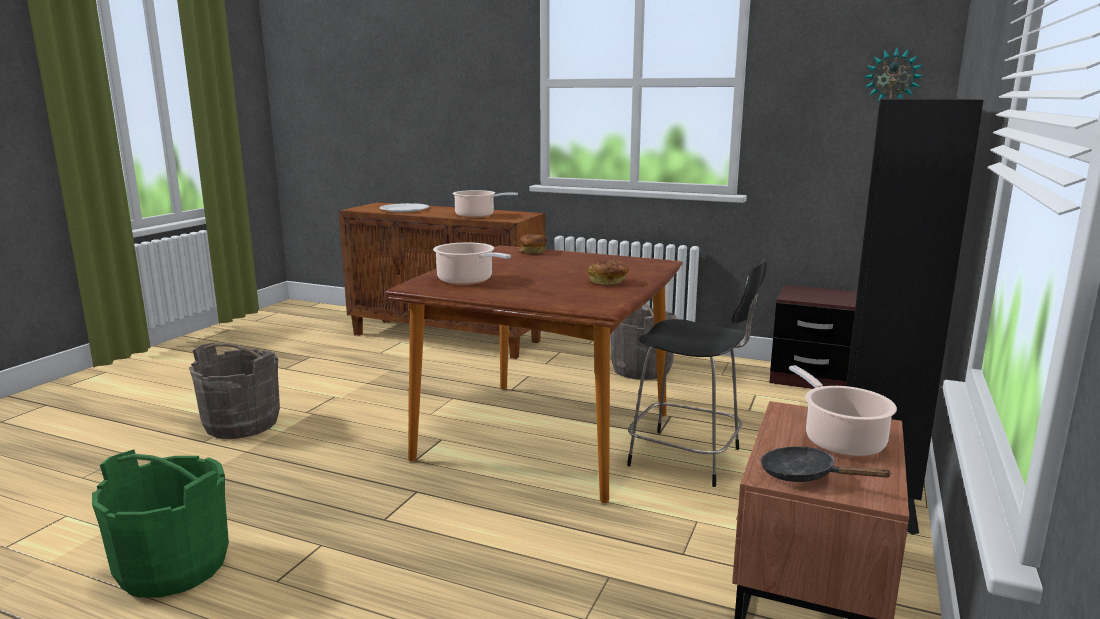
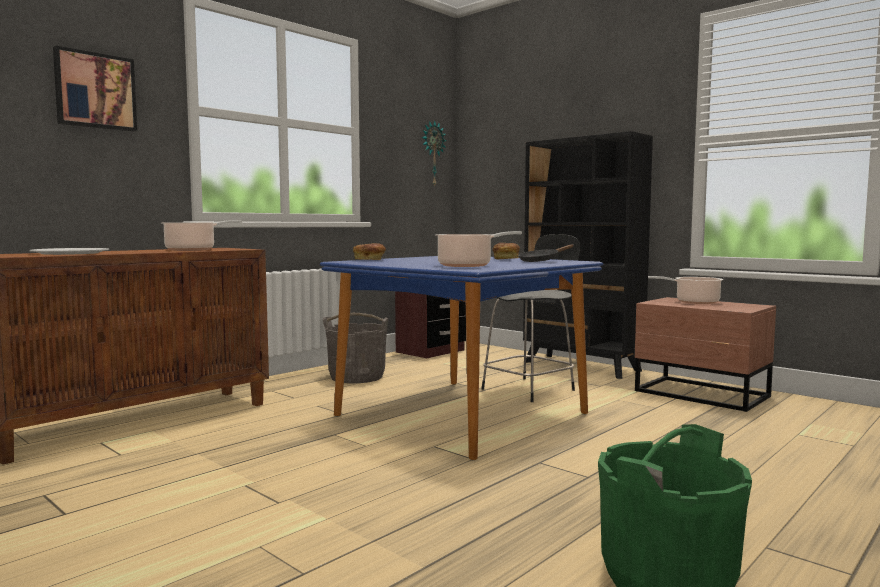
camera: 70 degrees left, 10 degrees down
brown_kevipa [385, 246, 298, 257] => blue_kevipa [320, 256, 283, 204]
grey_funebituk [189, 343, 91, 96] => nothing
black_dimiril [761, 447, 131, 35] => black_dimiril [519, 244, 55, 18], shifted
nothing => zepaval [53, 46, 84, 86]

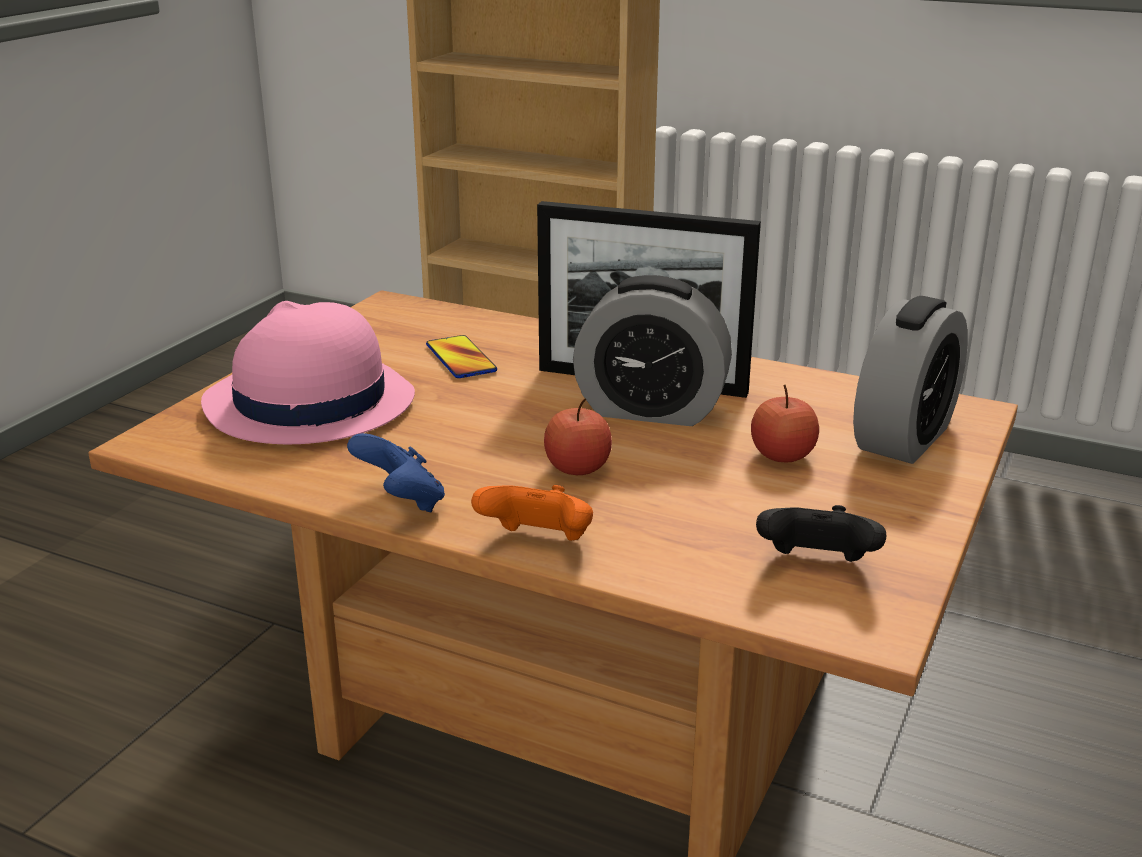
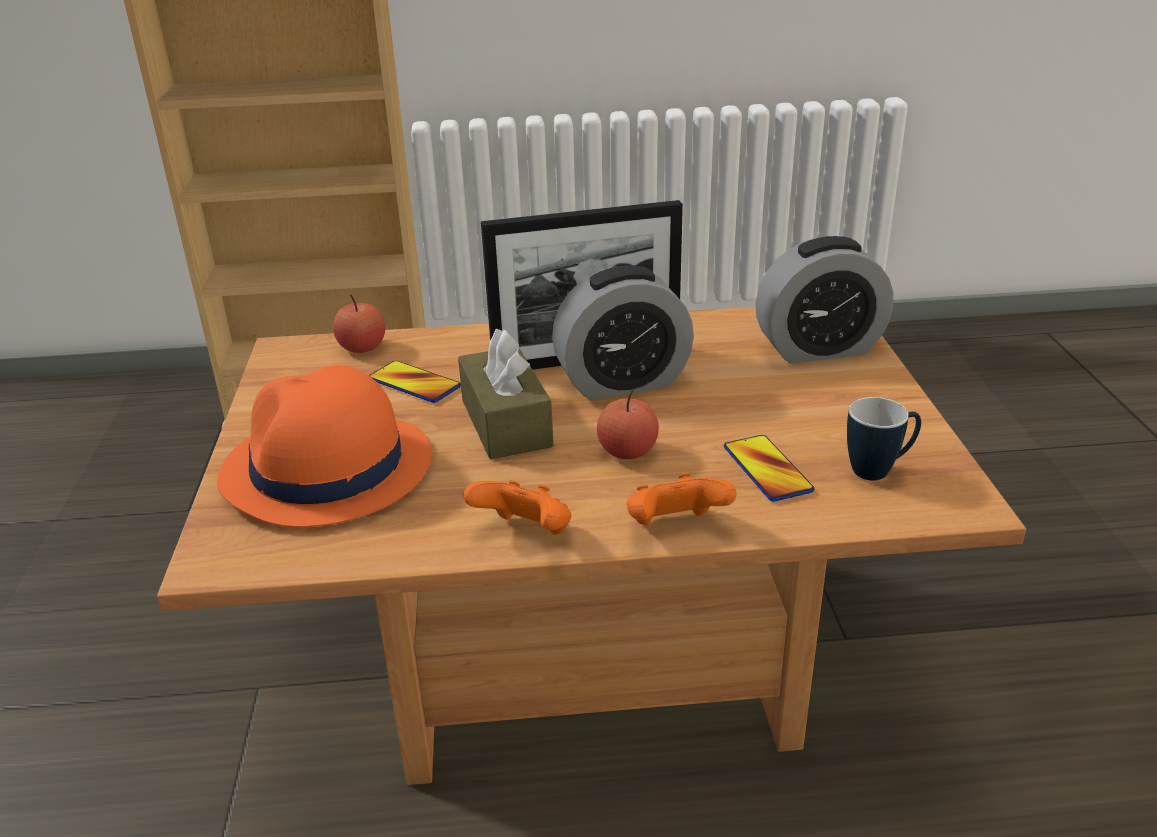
camera: 30 degrees left, 5 degrees up
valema [853, 296, 115, 168] => valema [755, 236, 138, 128], 75 degrees clockwise
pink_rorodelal [201, 301, 214, 143] => orange_rorodelal [217, 365, 215, 162]
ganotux [751, 385, 68, 78] => ganotux [333, 295, 52, 58], shifted
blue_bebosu [347, 433, 98, 79] => orange_bebosu [463, 480, 108, 54]
black_bebosu [756, 505, 130, 57] => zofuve [847, 397, 74, 84]
nothing => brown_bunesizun [458, 329, 96, 130]
nothing => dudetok [724, 435, 90, 67]

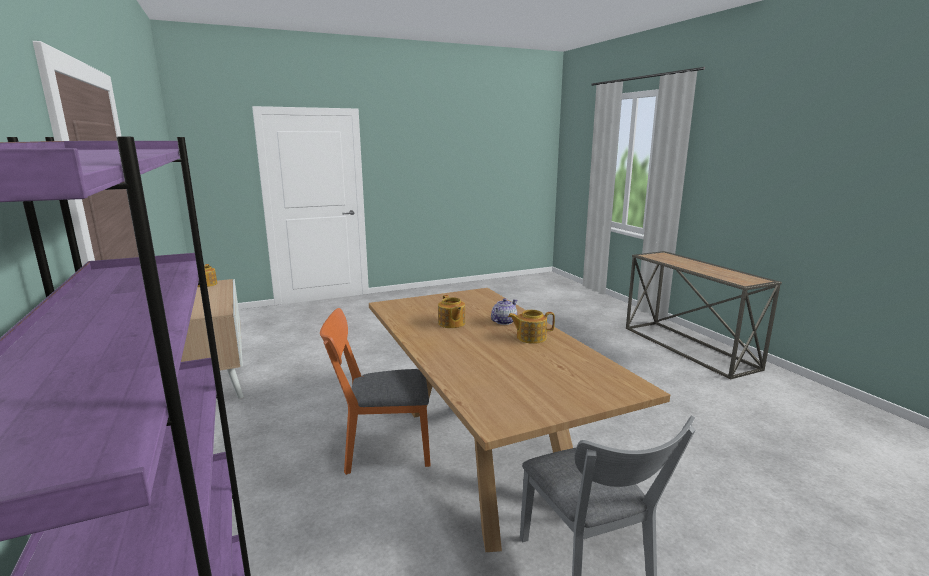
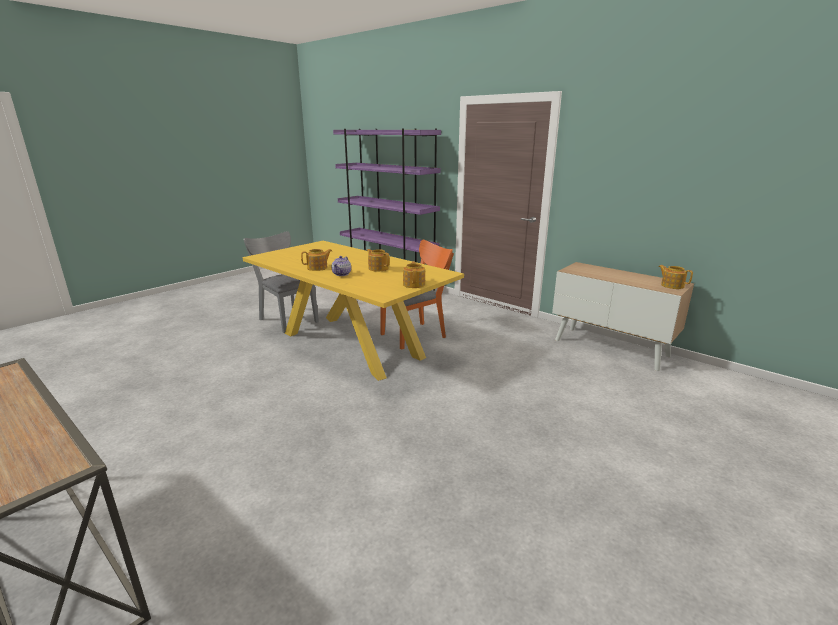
camera: 155 degrees right, 5 degrees up
brown_kevipa [369, 288, 301, 264] => yellow_kevipa [242, 241, 222, 140]
nothing => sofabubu [403, 261, 22, 27]

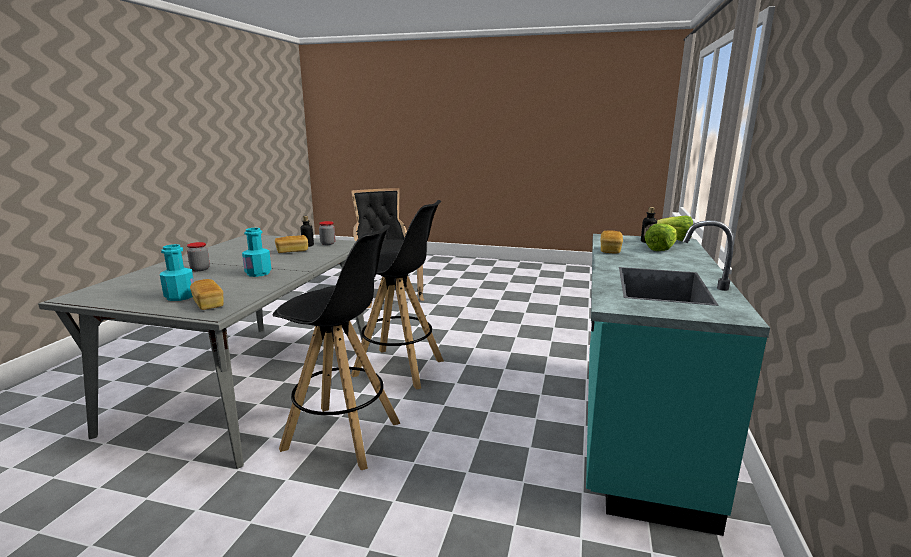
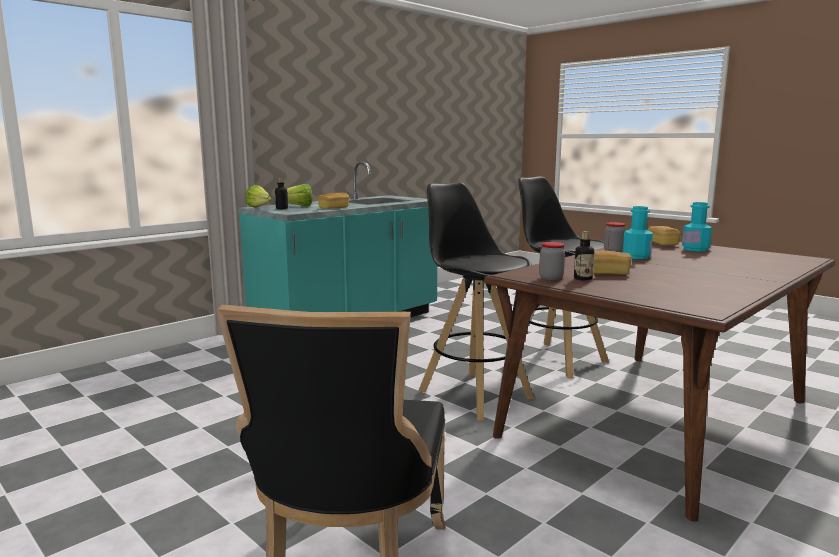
camera: 150 degrees left, 5 degrees down
grey_kevipa [38, 235, 327, 233] => brown_kevipa [484, 242, 352, 279]
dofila [187, 242, 23, 29] => dofila [604, 222, 22, 30], shifted

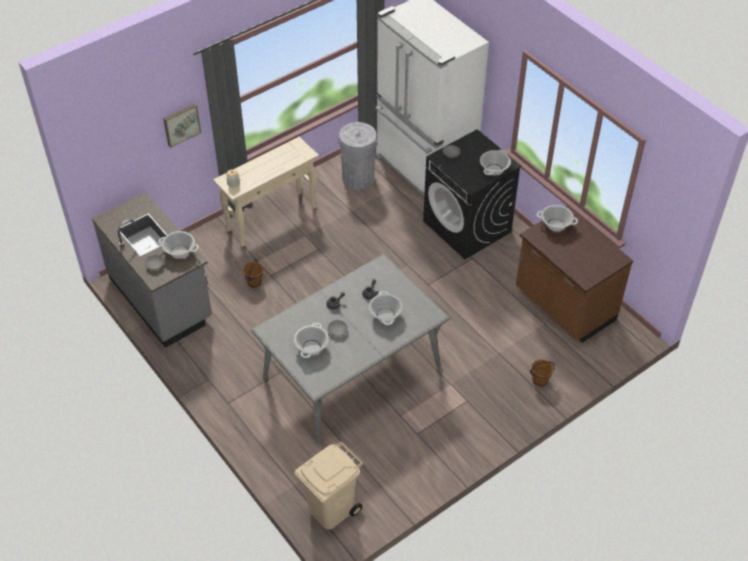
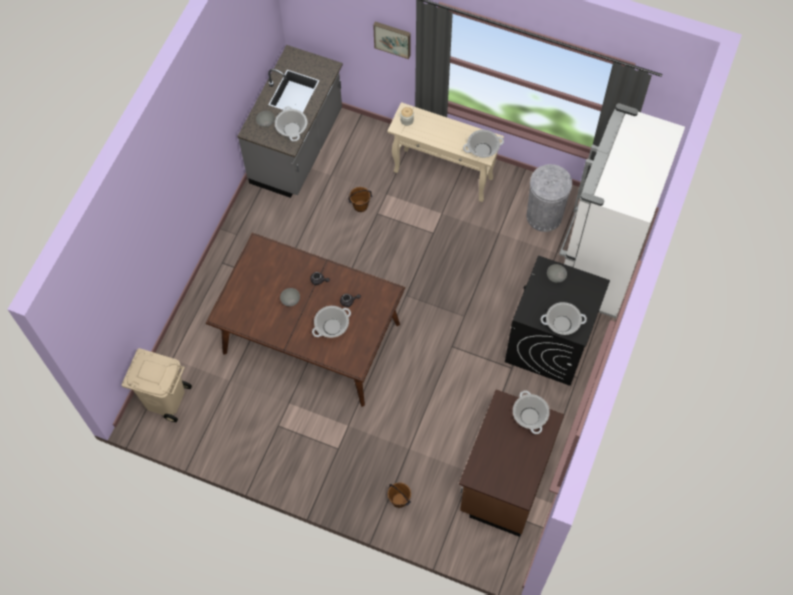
camera: 60 degrees right, 15 degrees up
grey_kevipa [251, 254, 199, 189] => brown_kevipa [206, 233, 199, 174]
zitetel [294, 323, 35, 35] => zitetel [463, 130, 41, 28], shifted

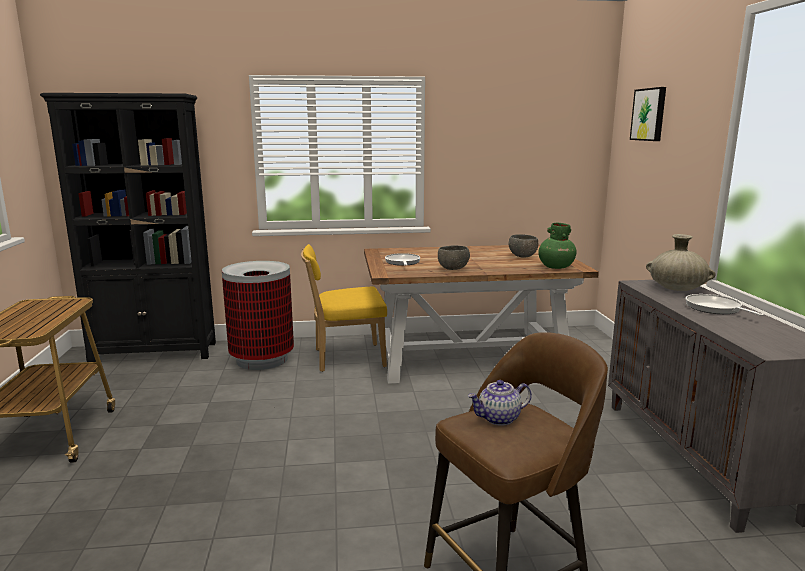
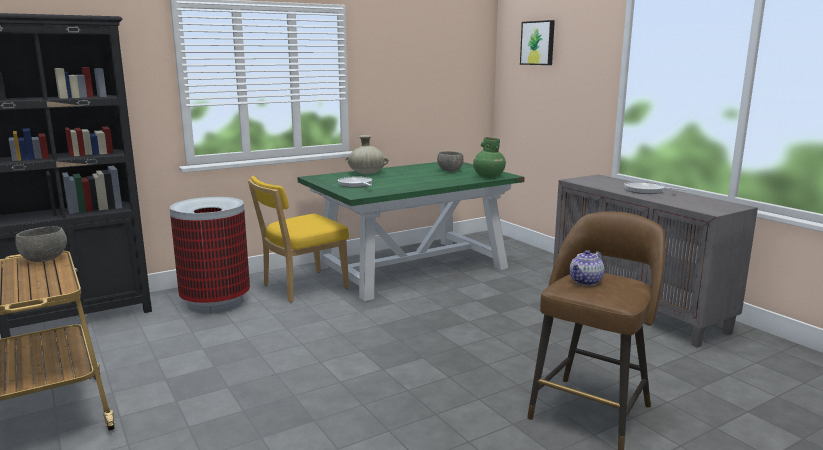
camera: 25 degrees left, 0 degrees up
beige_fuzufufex [646, 234, 70, 57] => beige_fuzufufex [345, 135, 44, 39], shifted
brown_kevipa [364, 244, 235, 140] => green_kevipa [297, 162, 228, 139]
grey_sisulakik [438, 245, 32, 25] => grey_sisulakik [15, 226, 52, 36], shifted

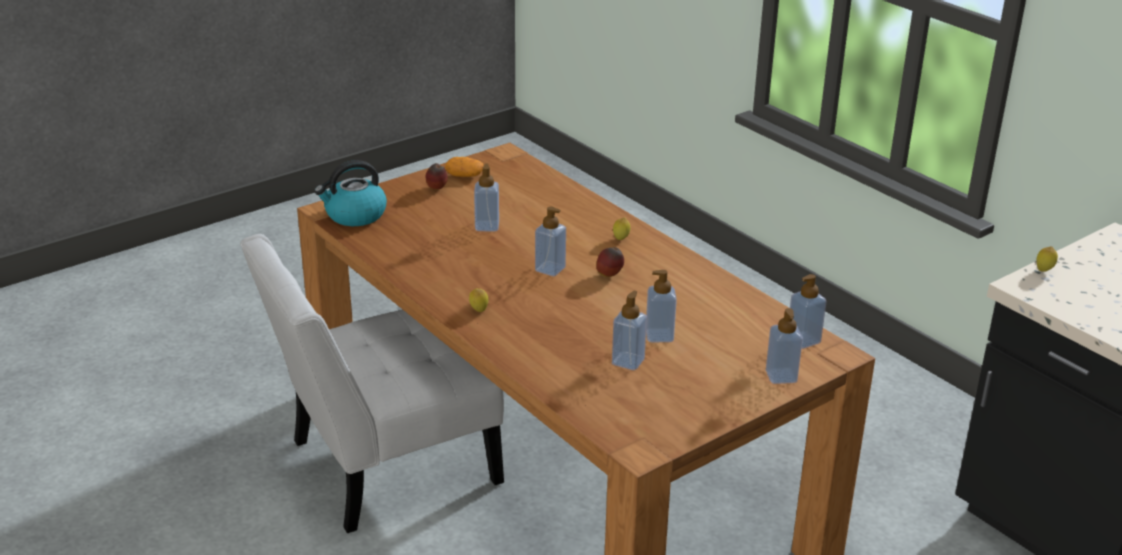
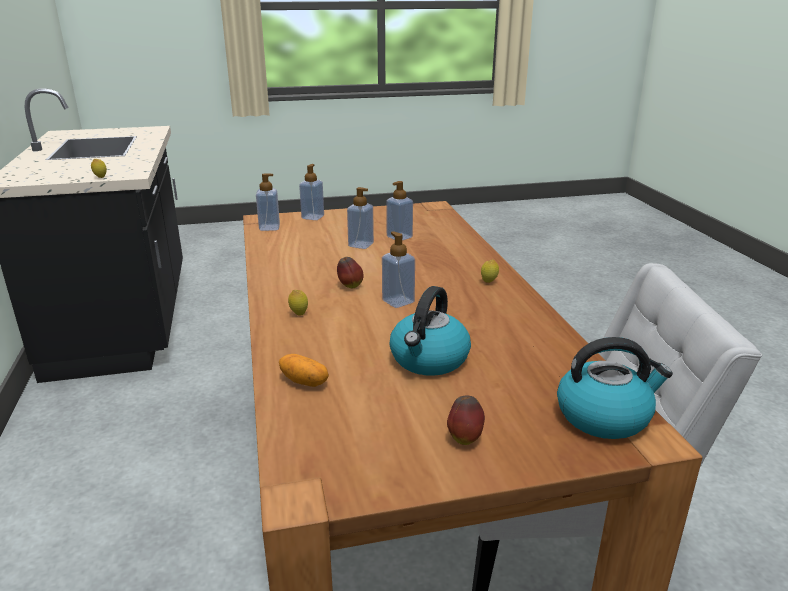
camera: 155 degrees left, 5 degrees down
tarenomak [445, 157, 38, 20] => tarenomak [279, 354, 50, 33], shifted
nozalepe [474, 163, 25, 69] => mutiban [390, 286, 81, 90]

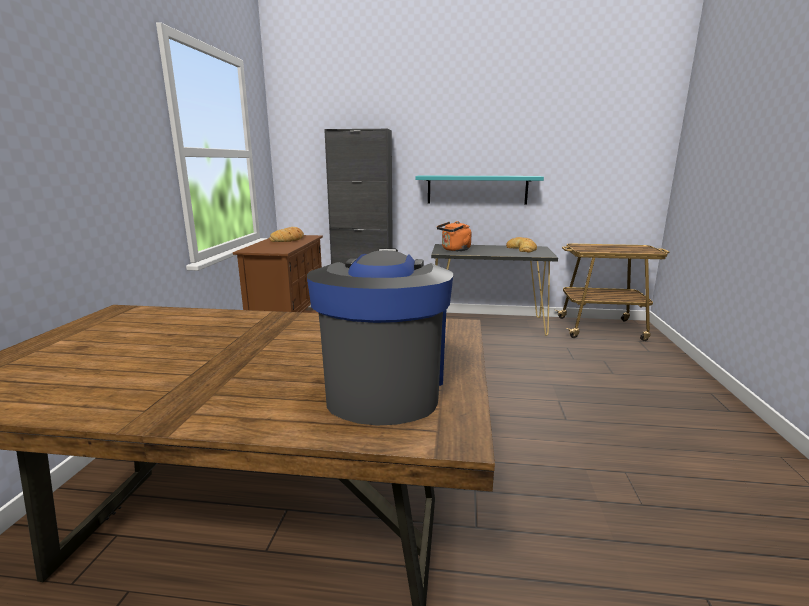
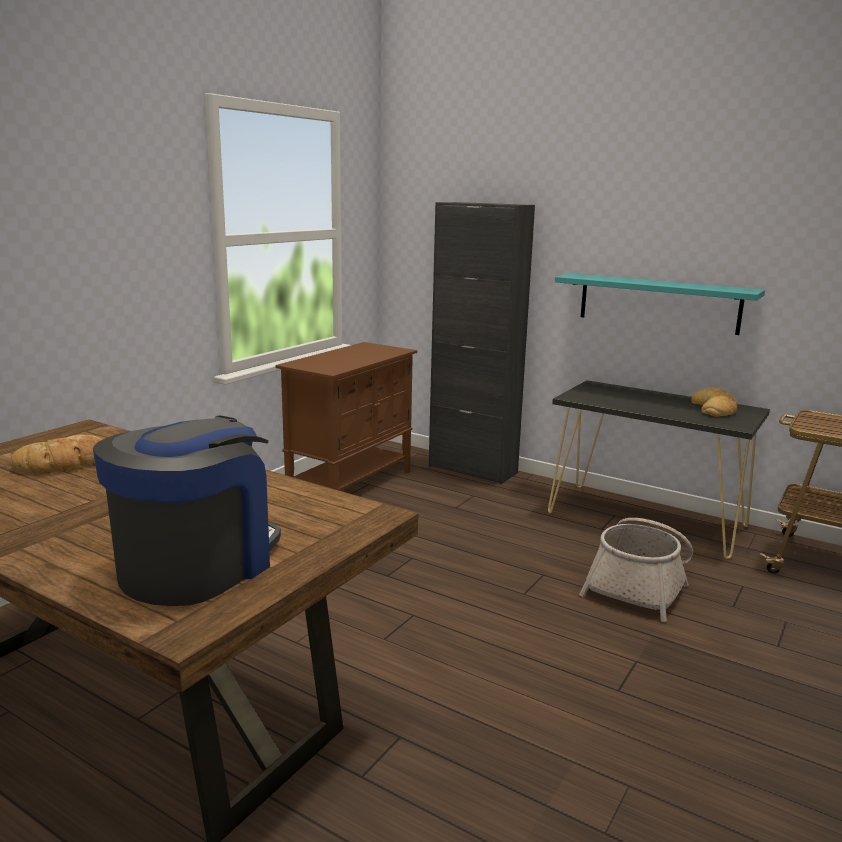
camera: 25 degrees right, 0 degrees up
orange_mutiban [437, 221, 35, 30] => nothing
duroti [269, 227, 35, 15] => duroti [11, 435, 92, 39], shifted
nothing => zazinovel [579, 518, 114, 104]

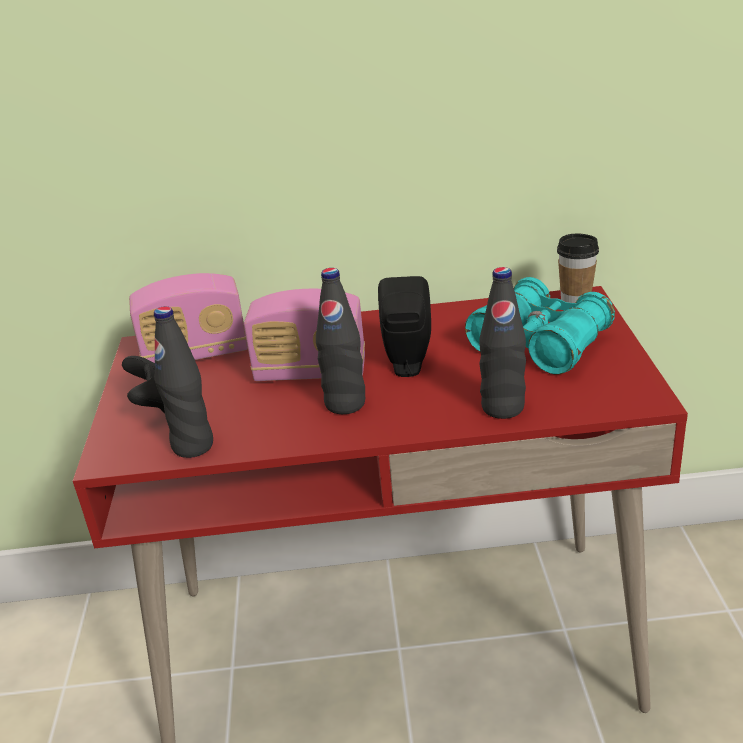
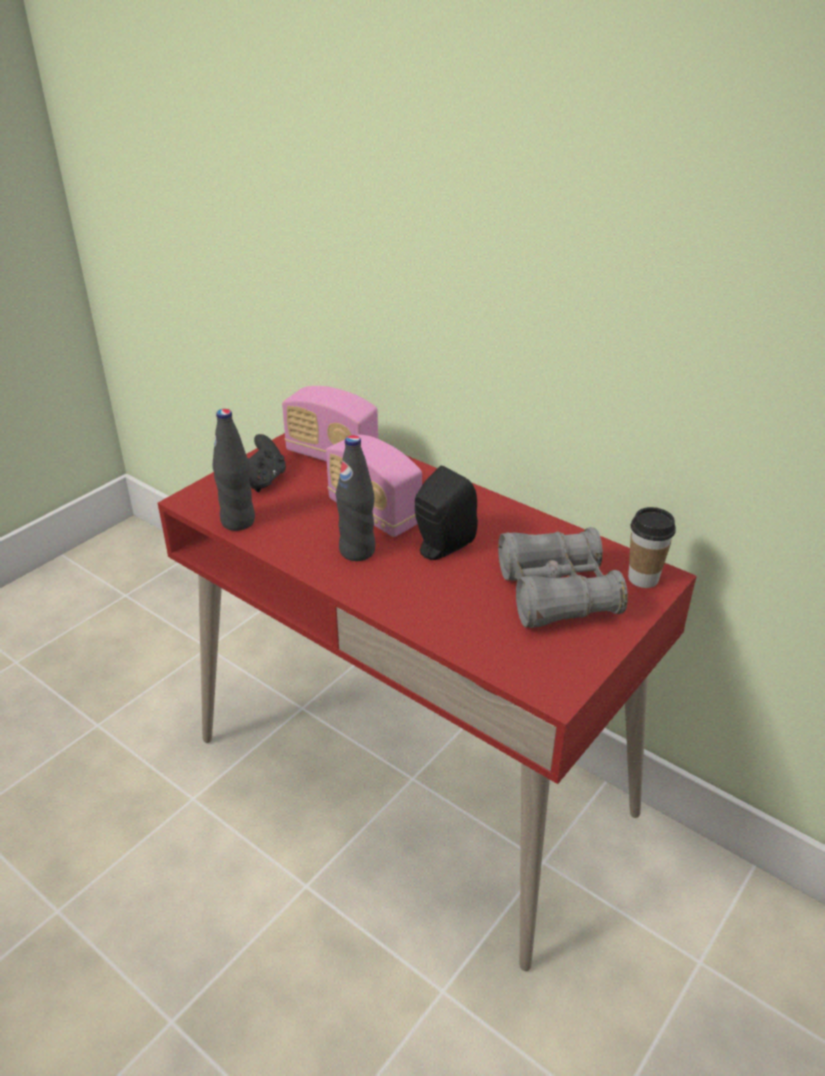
camera: 40 degrees right, 5 degrees up
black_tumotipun [479, 267, 47, 152] => nothing
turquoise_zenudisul [465, 277, 150, 97] => grey_zenudisul [498, 527, 130, 101]

